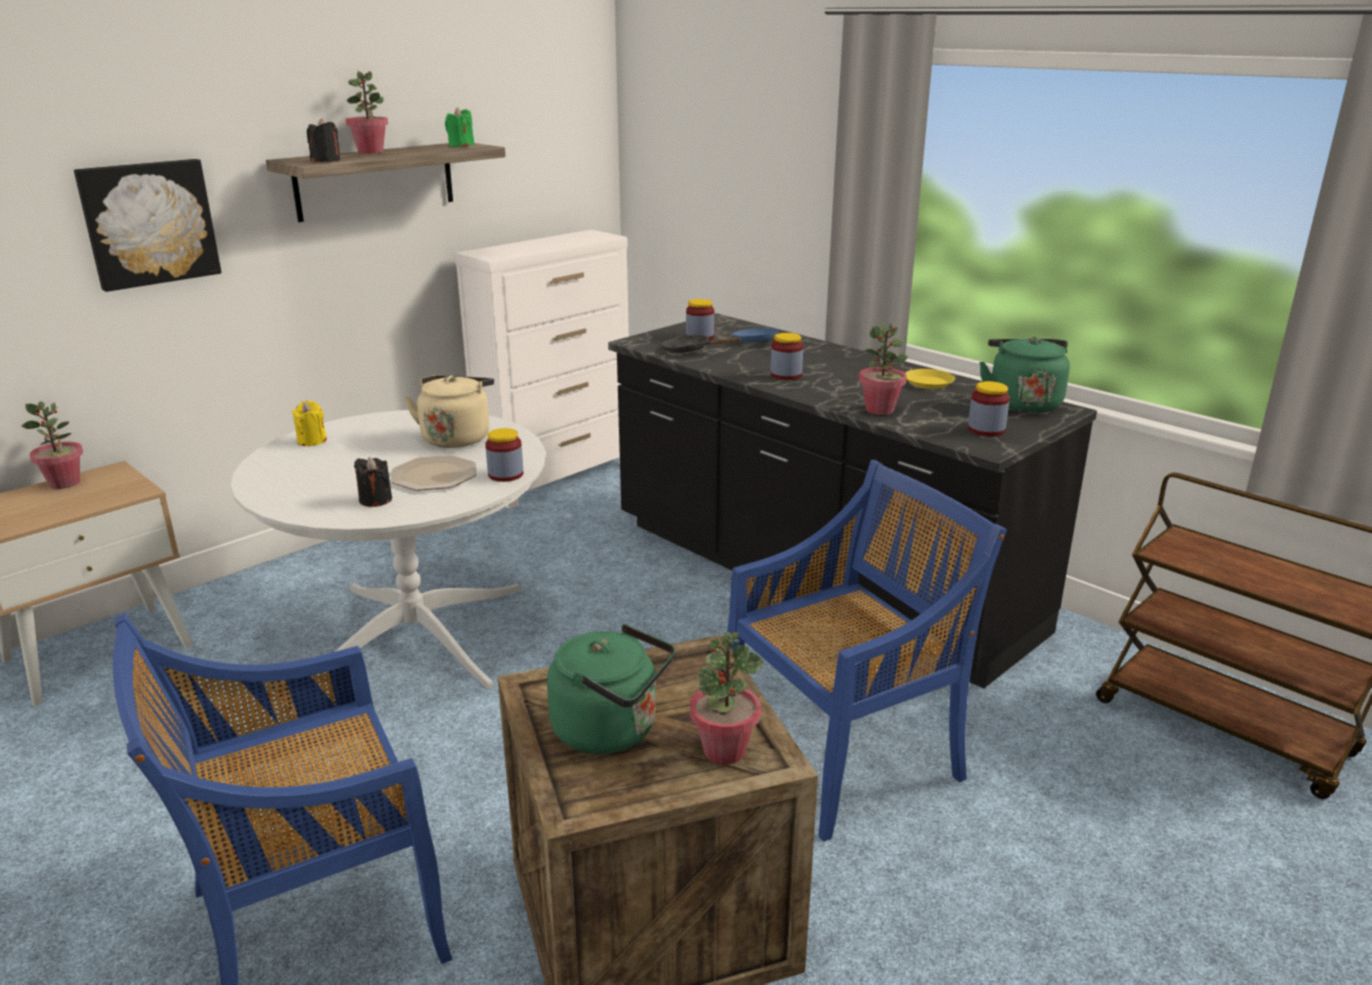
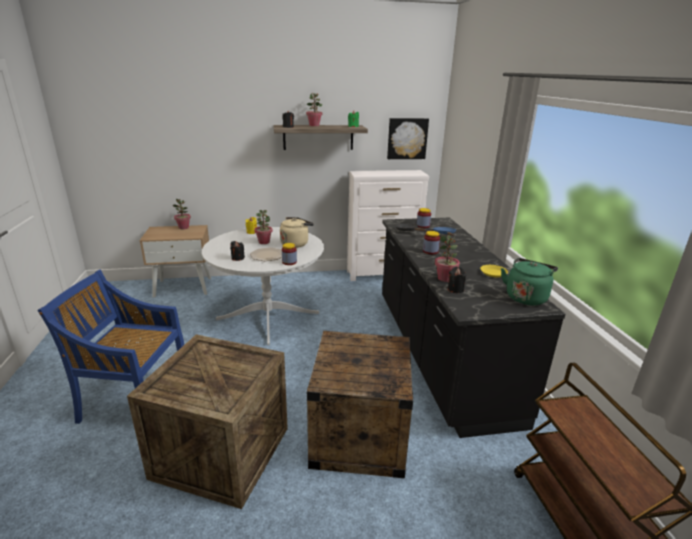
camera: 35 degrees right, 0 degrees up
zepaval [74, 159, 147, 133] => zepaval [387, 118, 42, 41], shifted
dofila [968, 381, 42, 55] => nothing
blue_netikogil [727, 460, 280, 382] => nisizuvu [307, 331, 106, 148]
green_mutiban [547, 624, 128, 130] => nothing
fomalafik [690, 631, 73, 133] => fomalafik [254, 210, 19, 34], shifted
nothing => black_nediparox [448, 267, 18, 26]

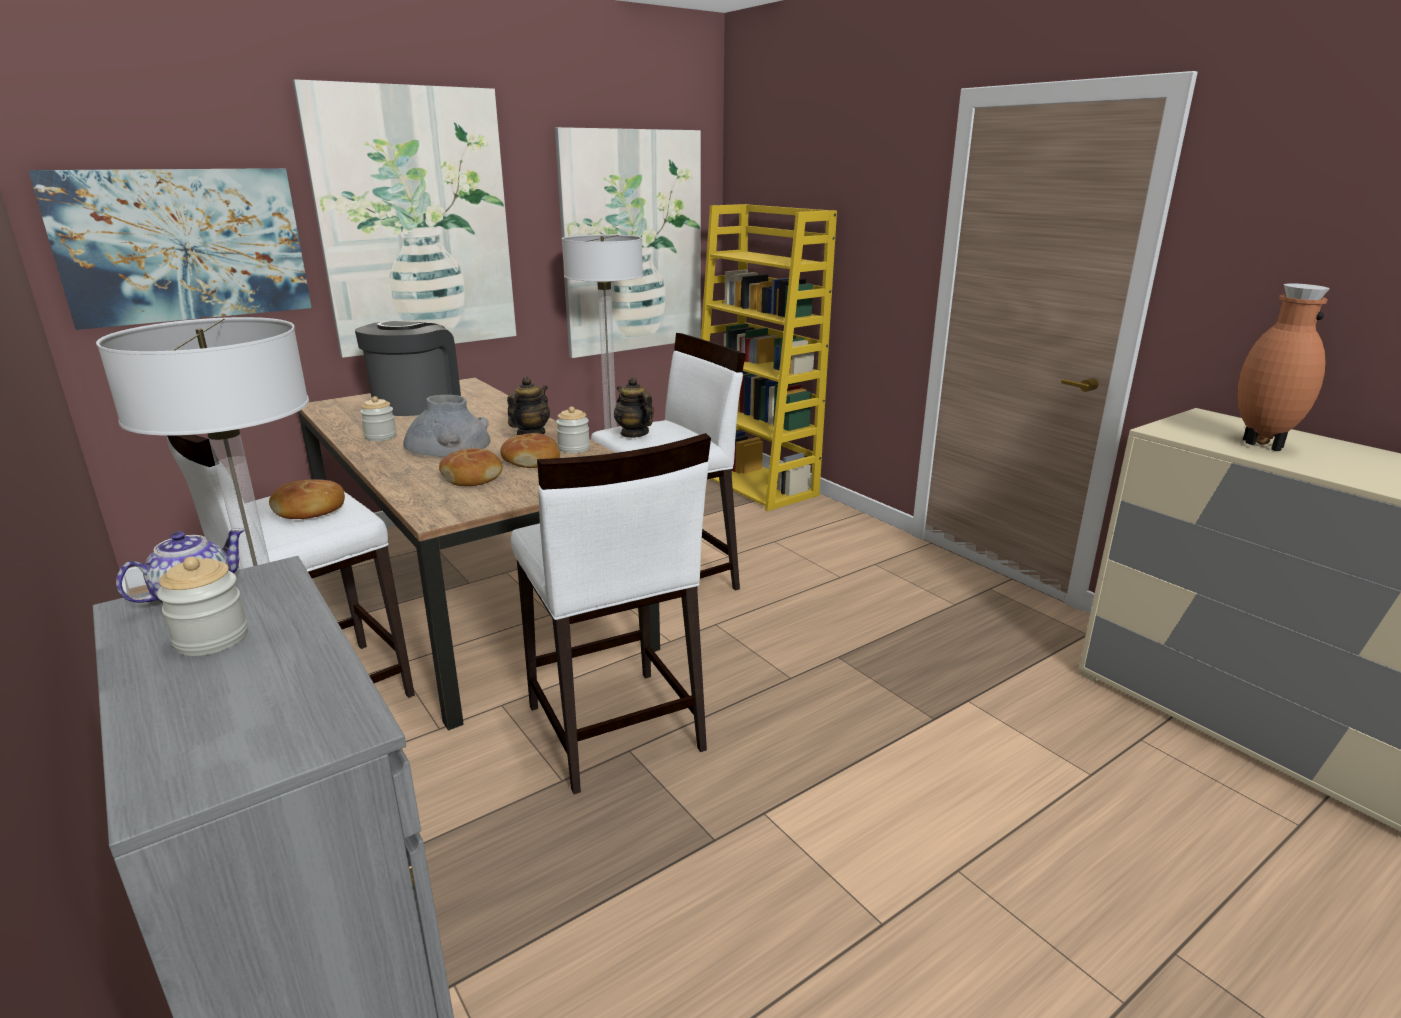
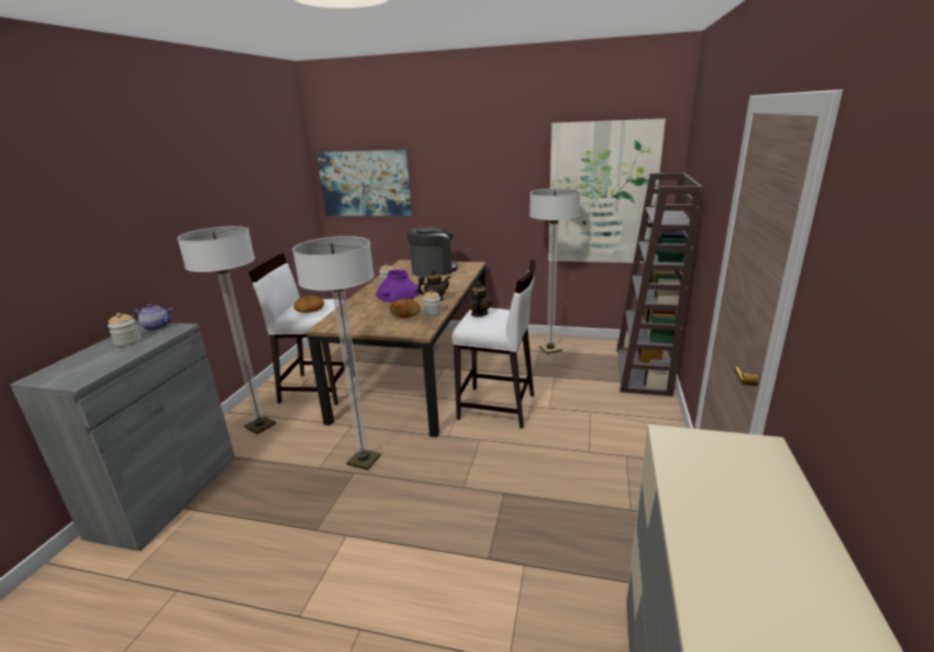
camera: 50 degrees right, 0 degrees up
zepaval [293, 79, 223, 279] => nothing
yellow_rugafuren [701, 204, 136, 307] => brown_rugafuren [617, 173, 86, 224]
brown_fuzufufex [1237, 283, 92, 168] => nothing
grey_fuzufufex [403, 395, 87, 62] => purple_fuzufufex [376, 270, 42, 33]
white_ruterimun [511, 433, 200, 361] => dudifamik [293, 236, 88, 234]
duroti [439, 448, 63, 38] => nothing

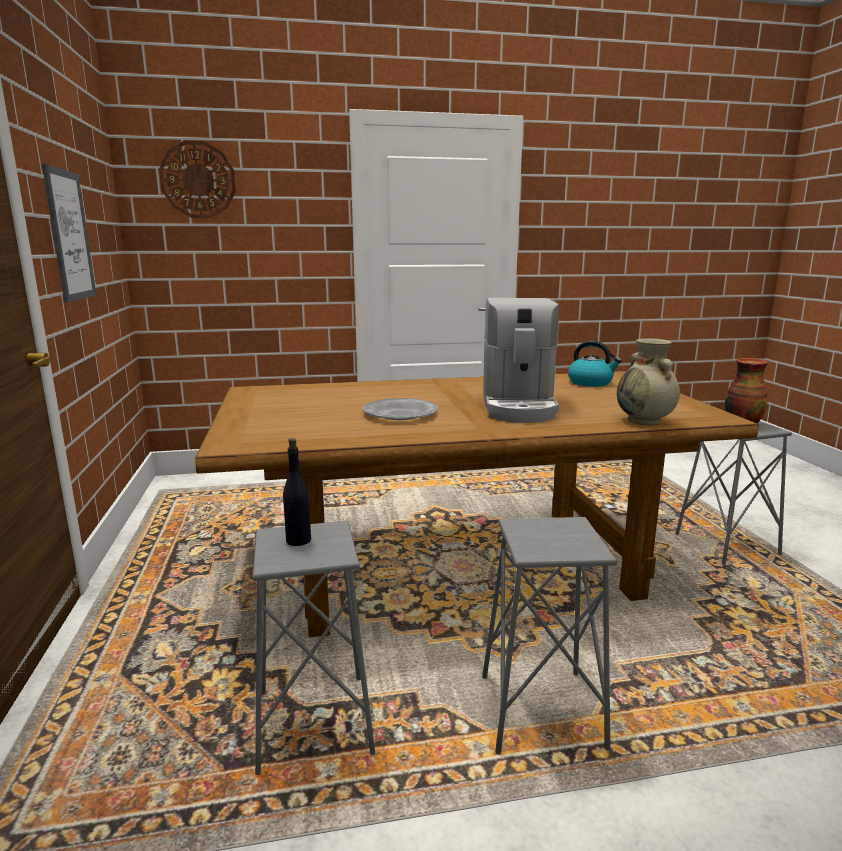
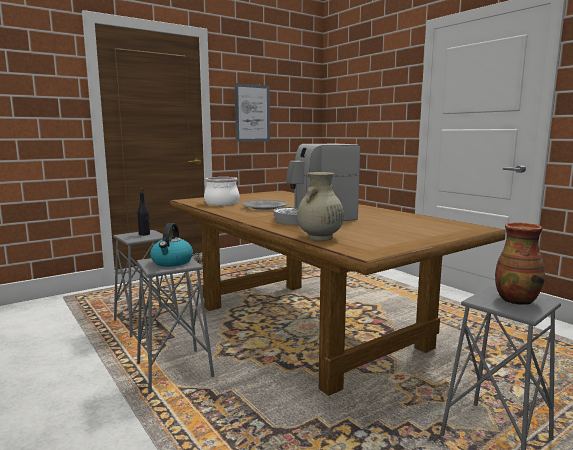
camera: 65 degrees right, 5 degrees down
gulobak [159, 141, 77, 77] => nothing
mutiban [568, 341, 54, 46] => mutiban [150, 223, 43, 44], shifted
nothing => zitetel [204, 177, 35, 28]

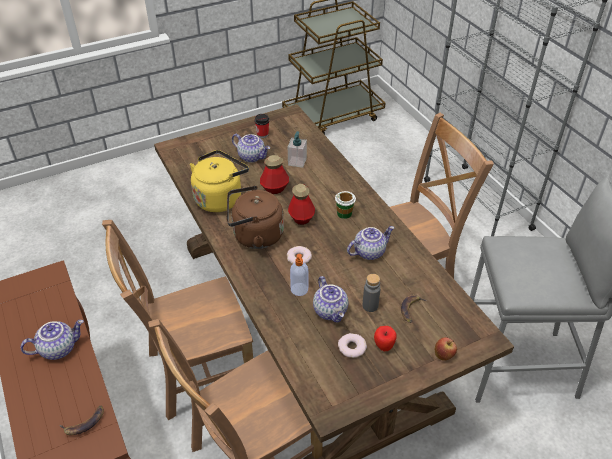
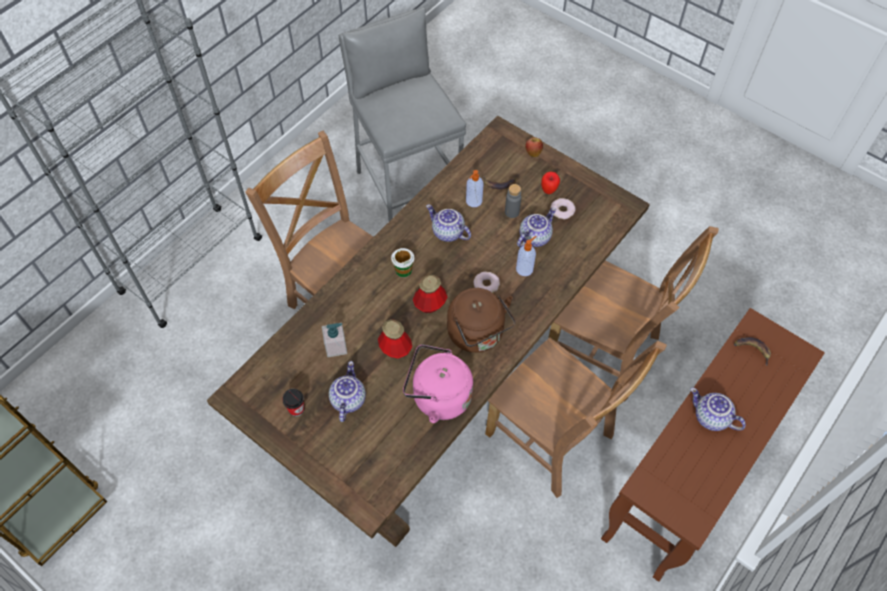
camera: 115 degrees left, 15 degrees up
yellow_mutiban [190, 150, 59, 62] => pink_mutiban [403, 344, 70, 79]
nothing => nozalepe [466, 170, 17, 37]

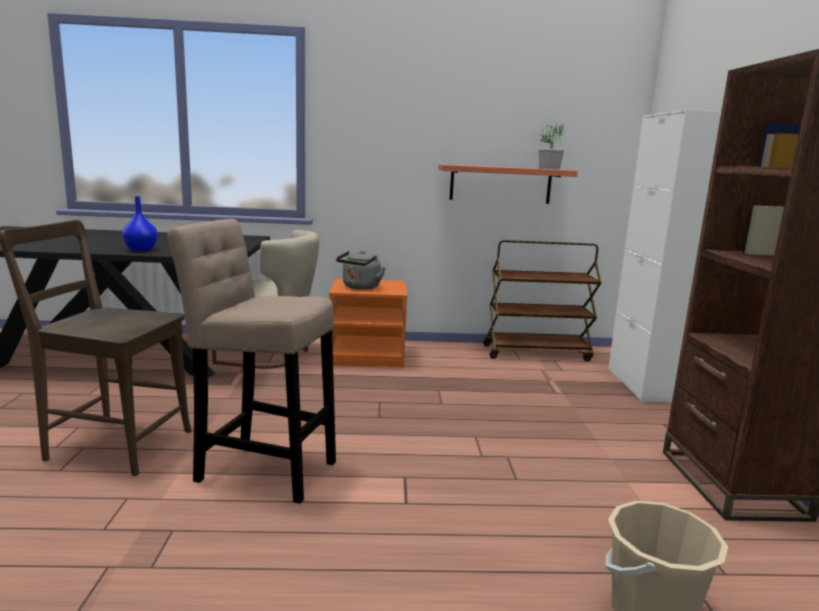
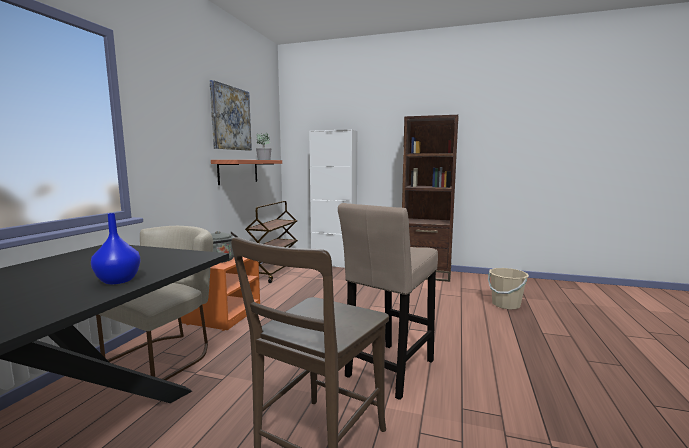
camera: 70 degrees left, 5 degrees down
nothing => zepaval [209, 80, 43, 71]

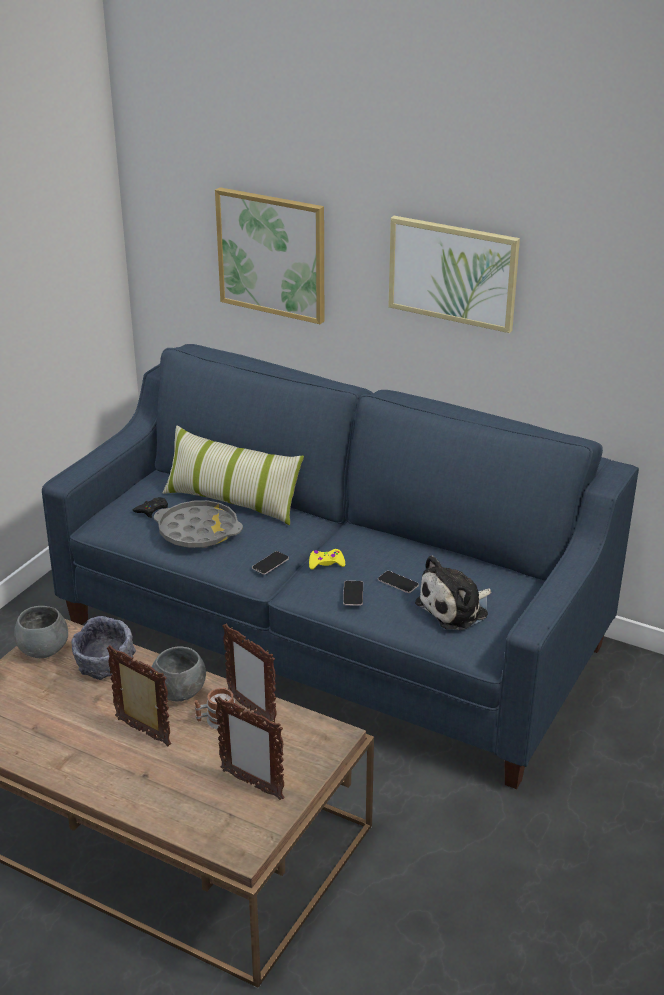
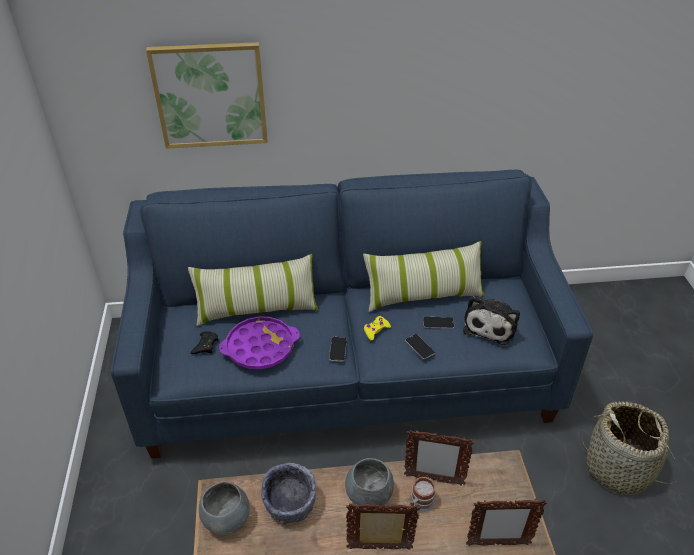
camera: 35 degrees left, 10 degrees up
zepaval [389, 216, 131, 117] => nothing
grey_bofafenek [154, 500, 89, 48] => purple_bofafenek [219, 316, 81, 53]
nothing => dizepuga [363, 241, 122, 71]
nothing => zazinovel [582, 401, 98, 94]

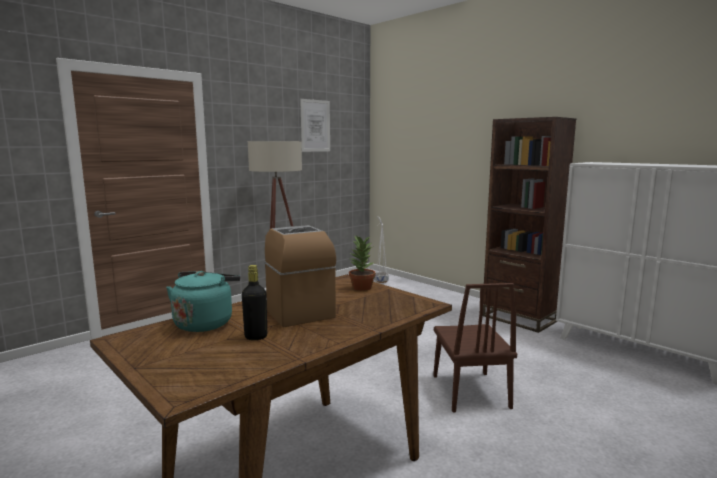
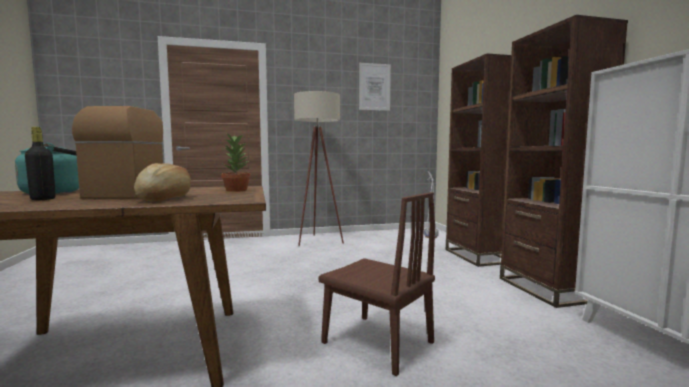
camera: 30 degrees right, 5 degrees down
brown_netikogil [433, 283, 84, 129] => brown_netikogil [319, 192, 116, 184], 75 degrees counterclockwise
nothing => brown_rugafuren [446, 53, 65, 214]
nothing => duroti [134, 163, 57, 38]

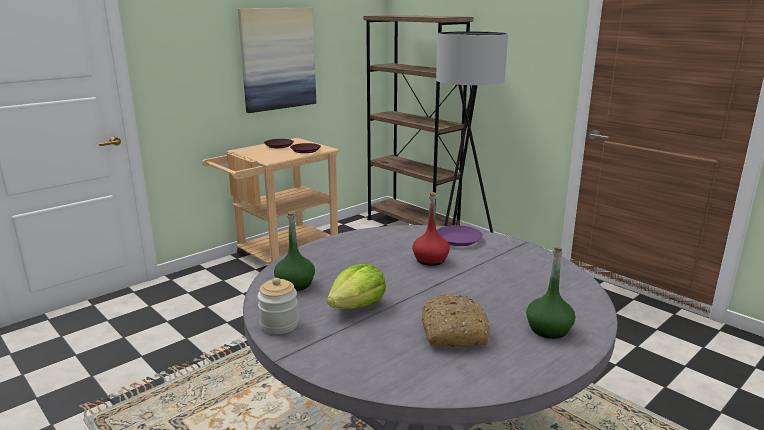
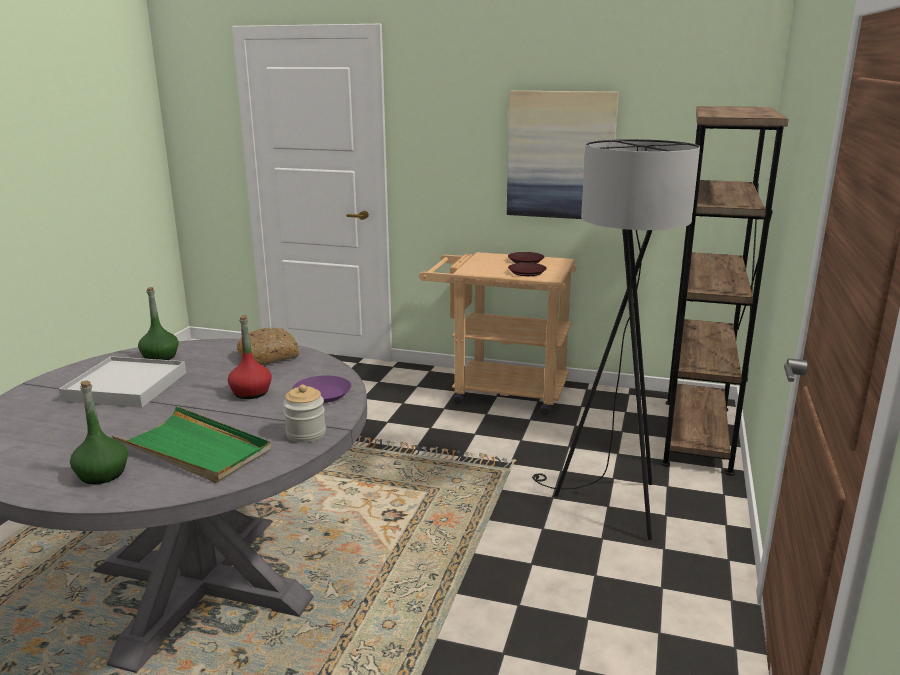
camera: 60 degrees right, 0 degrees up
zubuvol [327, 264, 59, 45] => white_bofafenek [59, 356, 127, 52]
dofila [257, 278, 42, 56] => dofila [283, 385, 43, 58], shifted
duroti [422, 294, 68, 54] => duroti [237, 328, 63, 37], shifted
nothing => green_bofafenek [112, 406, 159, 77]

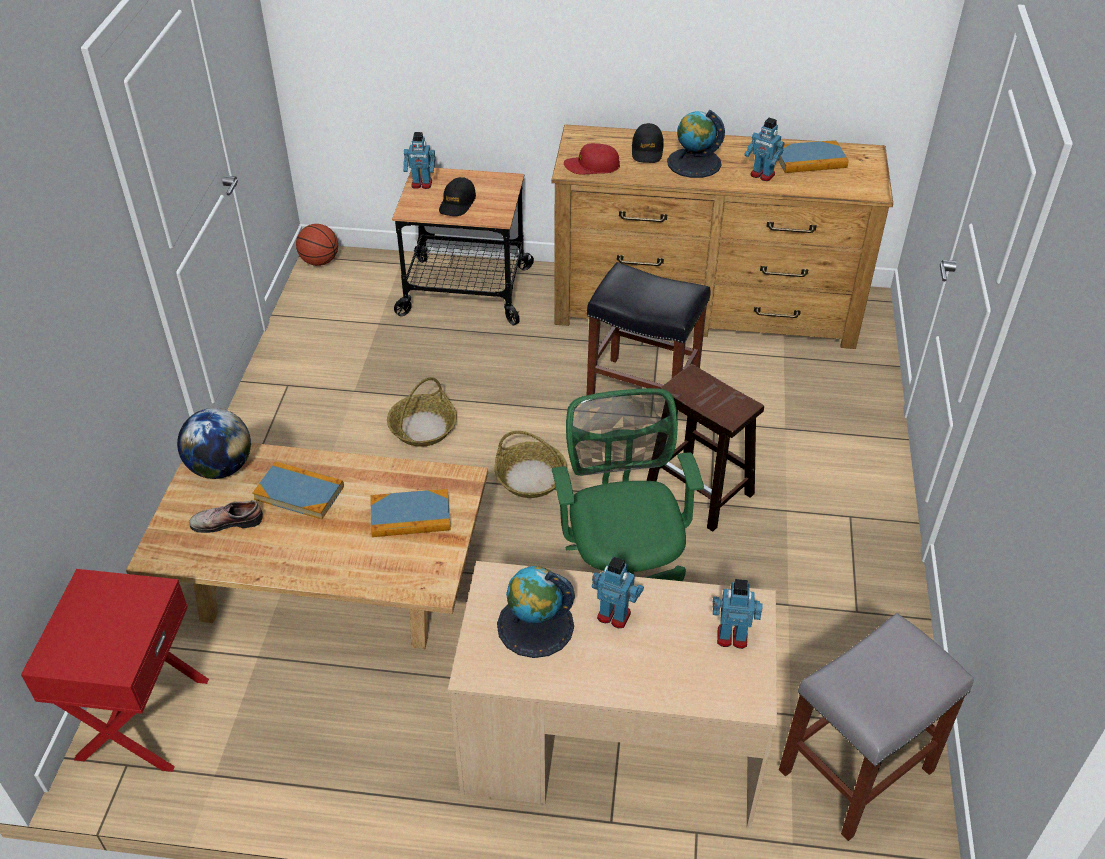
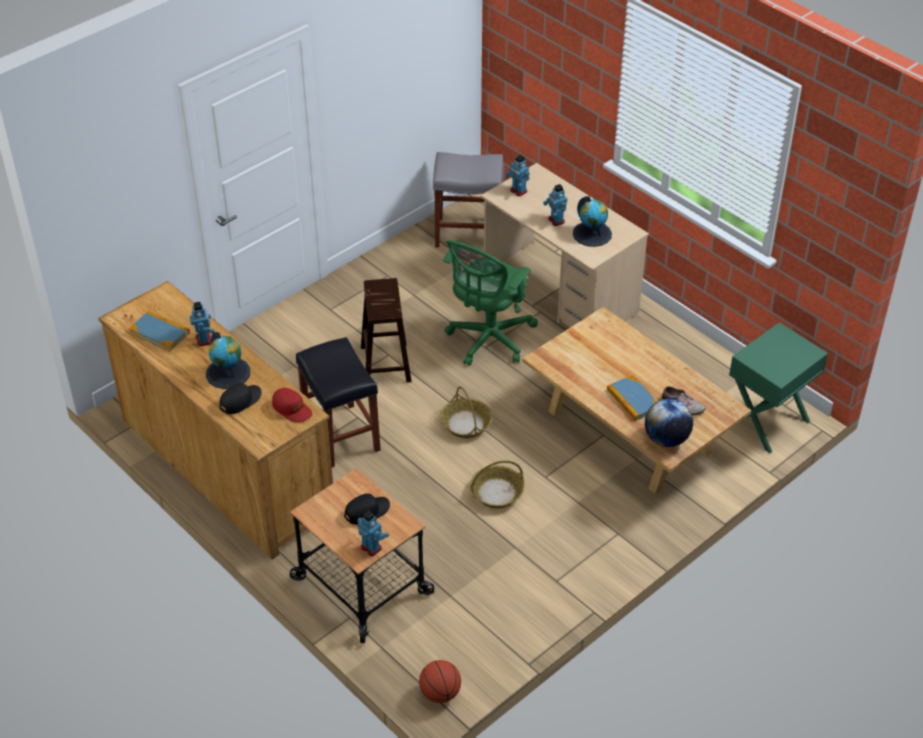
camera: 140 degrees left, 0 degrees up
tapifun [371, 489, 80, 48] => nothing
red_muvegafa [21, 569, 188, 203] => green_muvegafa [729, 322, 99, 131]

